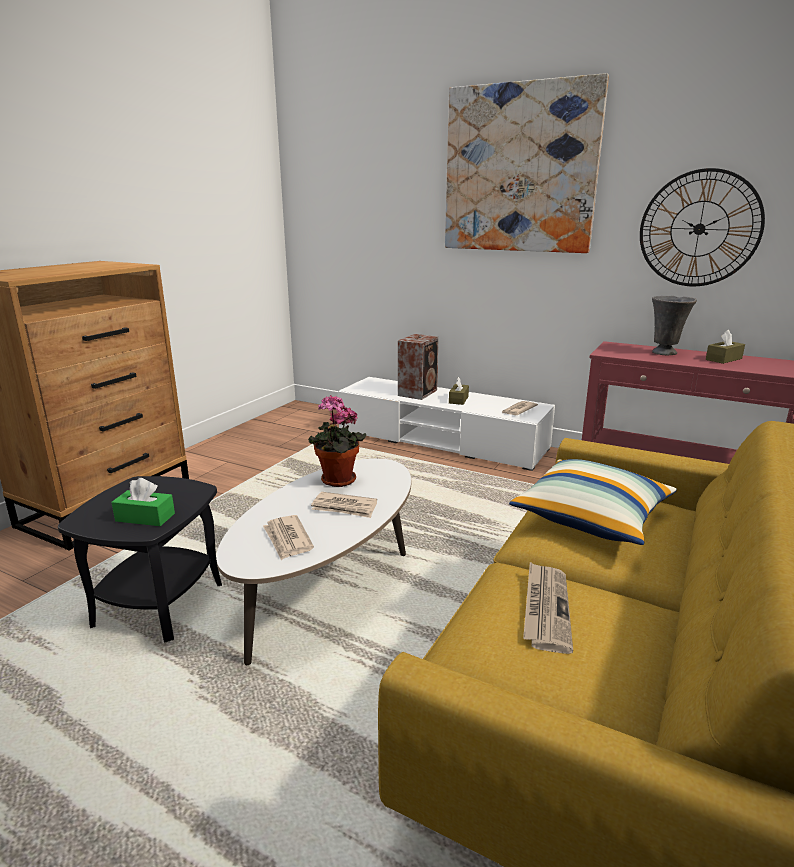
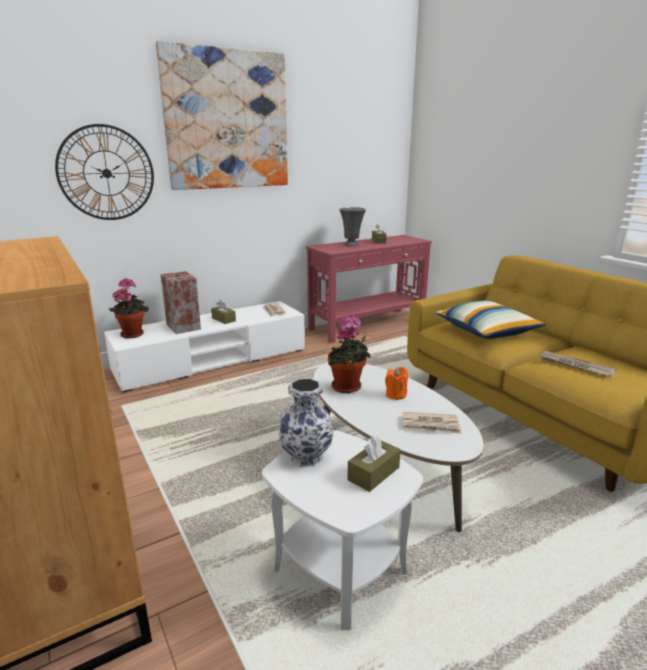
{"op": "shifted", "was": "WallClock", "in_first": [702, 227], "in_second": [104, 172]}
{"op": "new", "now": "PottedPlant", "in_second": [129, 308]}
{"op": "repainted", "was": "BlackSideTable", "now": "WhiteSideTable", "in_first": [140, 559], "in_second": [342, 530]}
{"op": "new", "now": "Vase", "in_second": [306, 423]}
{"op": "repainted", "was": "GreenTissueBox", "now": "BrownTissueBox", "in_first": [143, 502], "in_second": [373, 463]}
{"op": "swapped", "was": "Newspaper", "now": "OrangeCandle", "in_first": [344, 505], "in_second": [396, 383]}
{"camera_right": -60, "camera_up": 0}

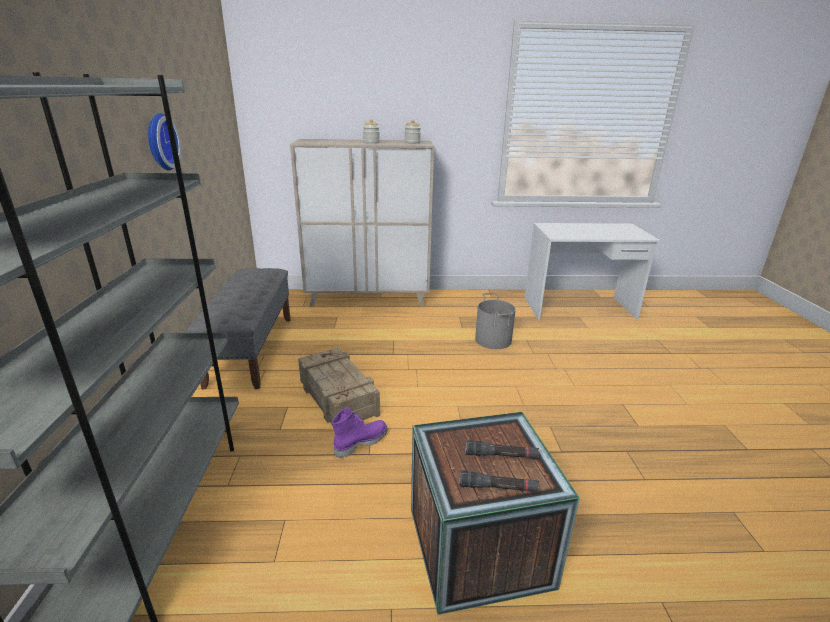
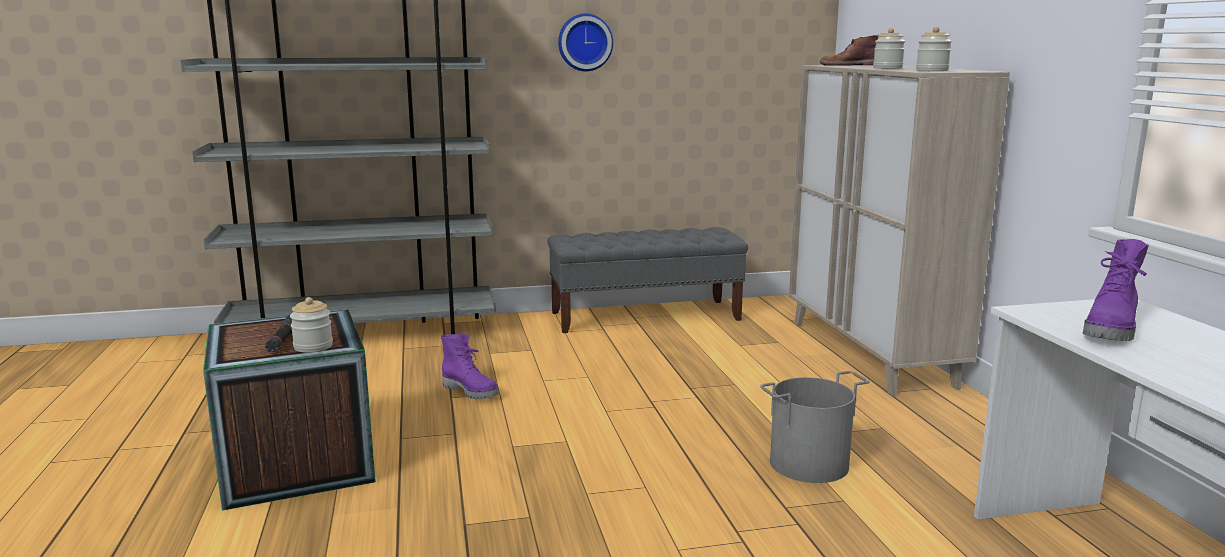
{"op": "new", "now": "Jar", "in_second": [311, 325]}
{"op": "new", "now": "BrownBoot", "in_second": [849, 50]}
{"op": "new", "now": "PurpleBoot", "in_second": [1116, 290]}
{"op": "gone", "was": "Crate", "in_first": [339, 386]}
{"op": "gone", "was": "BlackFlashlight", "in_first": [499, 481]}
{"camera_right": 80, "camera_up": -10}

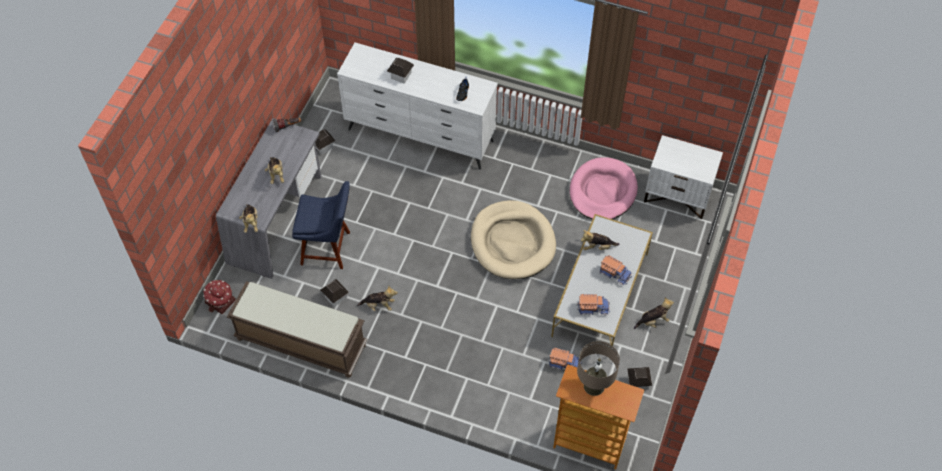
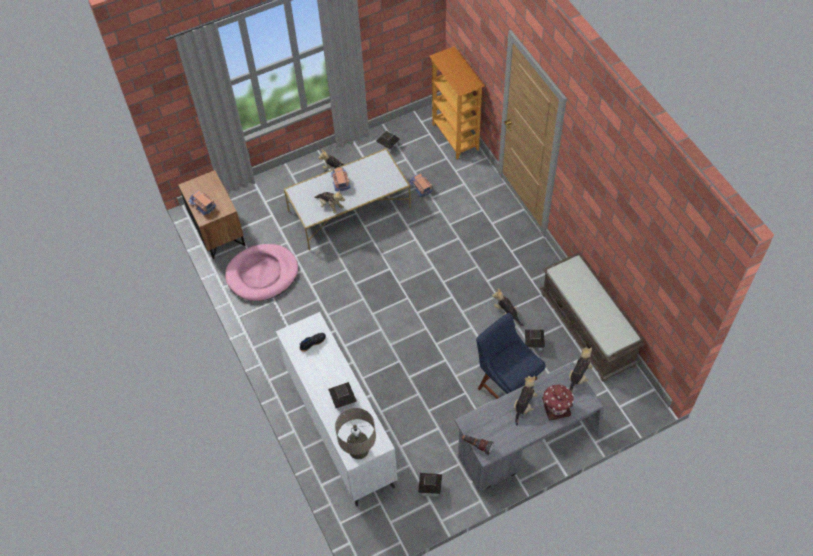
{"op": "repainted", "was": "WhiteNightstand", "now": "BrownNightstand", "in_first": [683, 177], "in_second": [211, 214]}
{"op": "shifted", "was": "ToyTruck", "in_first": [593, 304], "in_second": [202, 203]}
{"op": "shifted", "was": "BeigeTableLamp", "in_first": [598, 368], "in_second": [355, 433]}
{"op": "shifted", "was": "ToyHouse", "in_first": [219, 297], "in_second": [558, 402]}
{"op": "gone", "was": "BeigeDogBed", "in_first": [513, 239]}
{"camera_right": -135, "camera_up": 0}

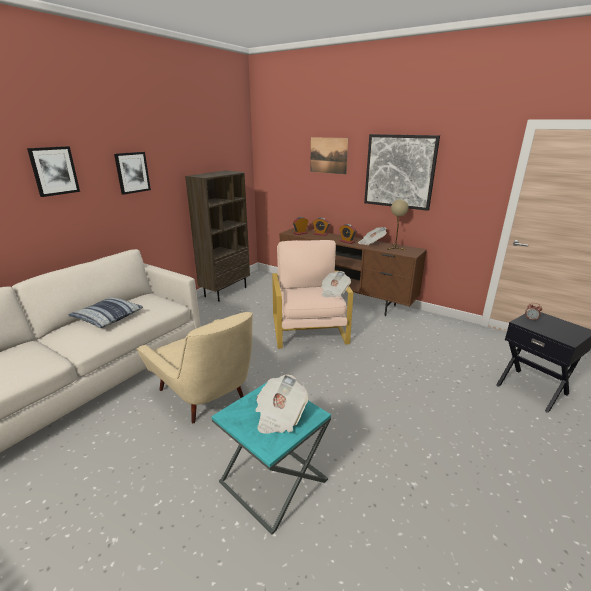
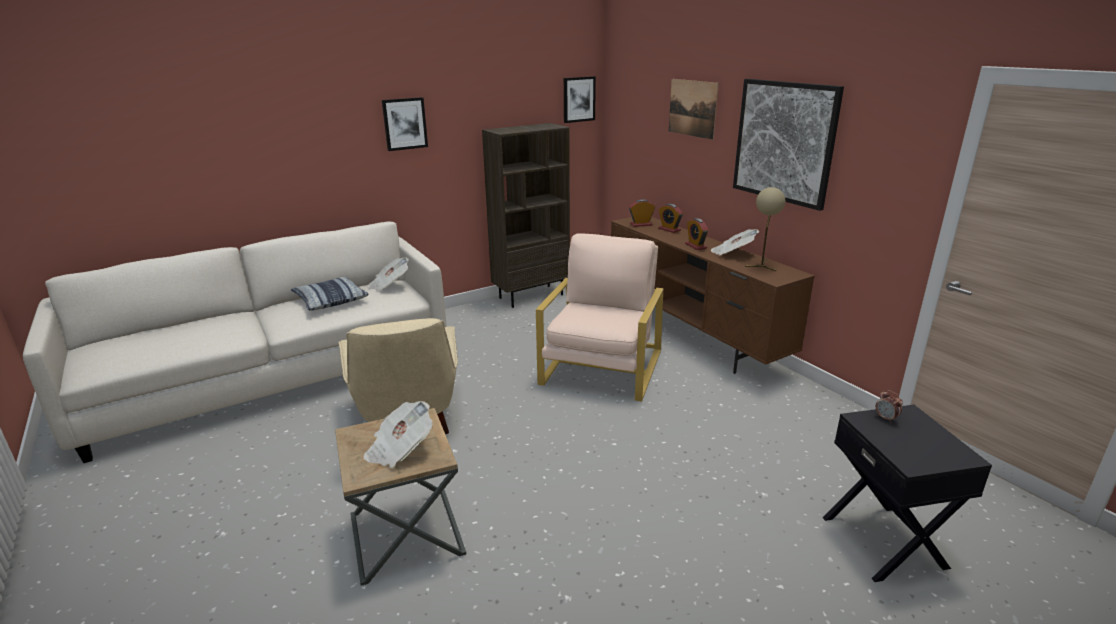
{"op": "repainted", "was": "TurquoiseSideTable", "now": "BrownSideTable", "in_first": [271, 458], "in_second": [400, 497]}
{"op": "shifted", "was": "Newspaper", "in_first": [336, 284], "in_second": [388, 274]}
{"op": "shifted", "was": "Picture", "in_first": [53, 171], "in_second": [580, 99]}
{"camera_right": 25, "camera_up": 0}

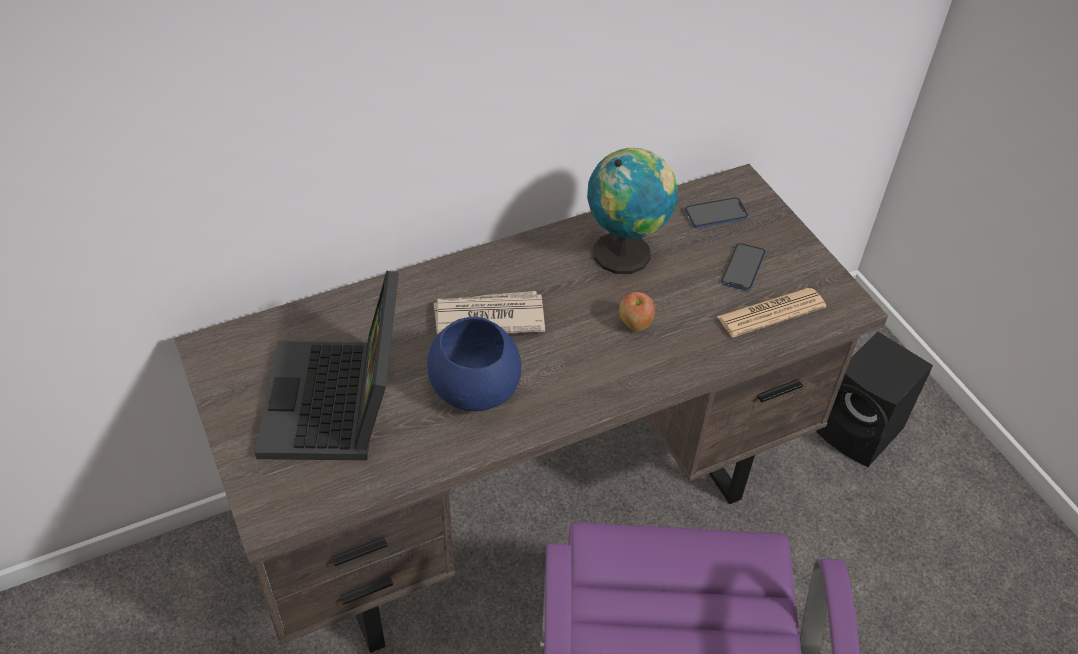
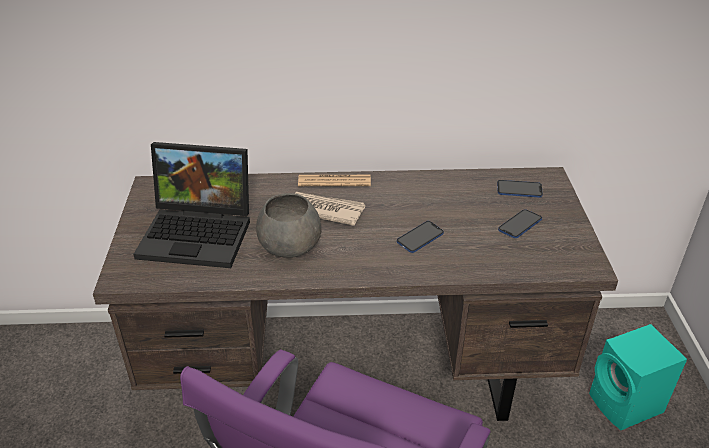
{"op": "rotated", "was": "Laptop", "in_first": [327, 365], "in_second": [192, 205], "clockwise": -105}
{"op": "repainted", "was": "BlueBowl", "now": "GreyBowl", "in_first": [474, 364], "in_second": [288, 225]}
{"op": "shifted", "was": "Newspaper", "in_first": [771, 313], "in_second": [334, 180]}
{"op": "swapped", "was": "Apple", "now": "Phone", "in_first": [637, 311], "in_second": [420, 237]}
{"op": "repainted", "was": "BlackSpeaker", "now": "TurquoiseSpeaker", "in_first": [874, 399], "in_second": [638, 377]}
{"op": "gone", "was": "Globe", "in_first": [632, 211]}
{"camera_right": 25, "camera_up": -10}

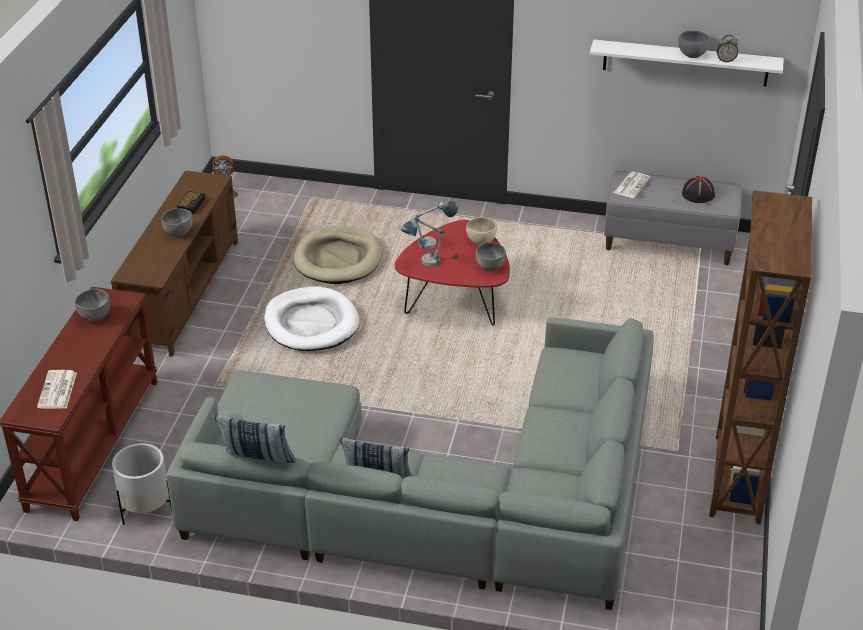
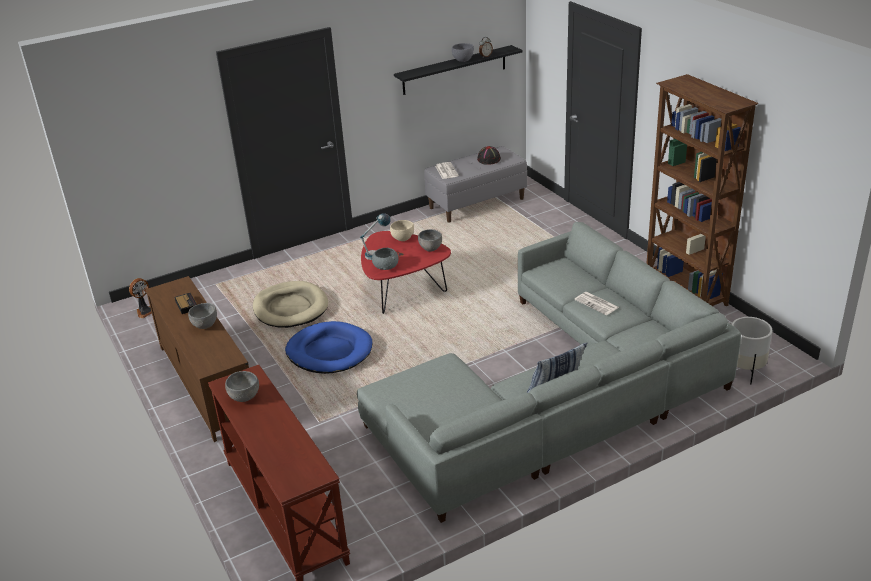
{"op": "repainted", "was": "WhiteDogBed", "now": "BlueDogBed", "in_first": [311, 319], "in_second": [328, 347]}
{"op": "swapped", "was": "TableLamp", "now": "GreyBowl", "in_first": [422, 241], "in_second": [385, 259]}
{"op": "repainted", "was": "WhiteShelf", "now": "BlackShelf", "in_first": [687, 62], "in_second": [458, 70]}
{"op": "shifted", "was": "Newspaper", "in_first": [57, 389], "in_second": [596, 303]}
{"op": "shifted", "was": "WhitePlanter", "in_first": [142, 484], "in_second": [751, 350]}
{"op": "gone", "was": "Pillow", "in_first": [254, 438]}
{"camera_right": -40, "camera_up": -5}

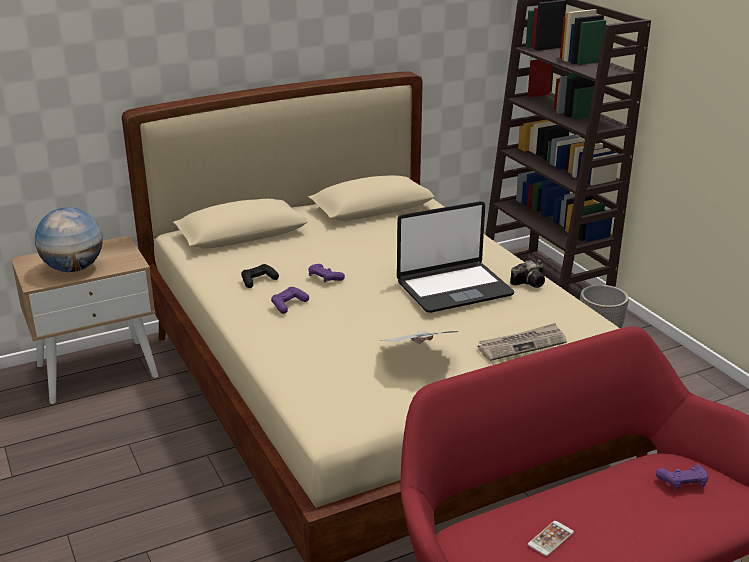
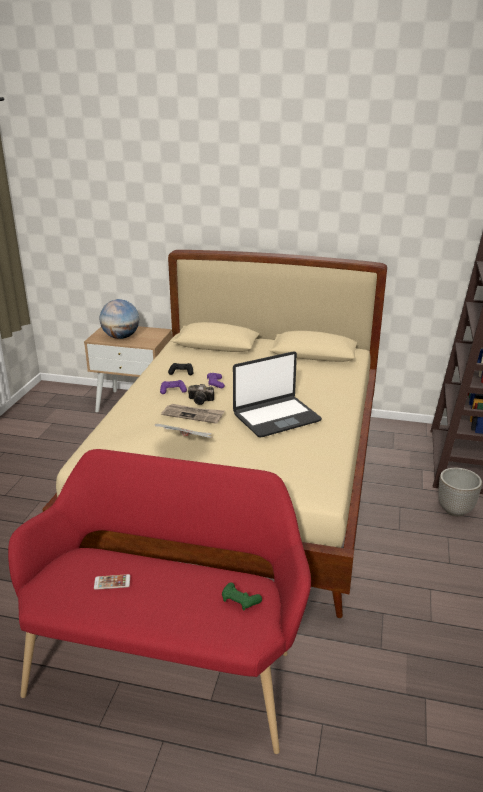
{"op": "shifted", "was": "Newspaper", "in_first": [522, 342], "in_second": [193, 414]}
{"op": "shifted", "was": "PhotoCamera", "in_first": [527, 274], "in_second": [201, 394]}
{"op": "repainted", "was": "PurpleGameController", "now": "GreenGameController", "in_first": [682, 477], "in_second": [242, 596]}
{"op": "rotated", "was": "Laptop", "in_first": [455, 257], "in_second": [277, 394], "clockwise": -45}
{"camera_right": 40, "camera_up": 0}

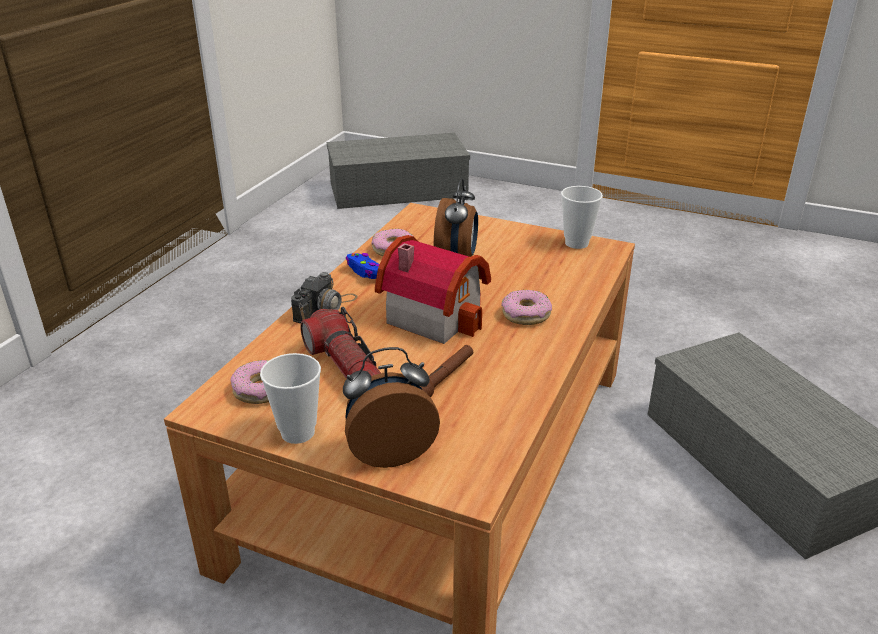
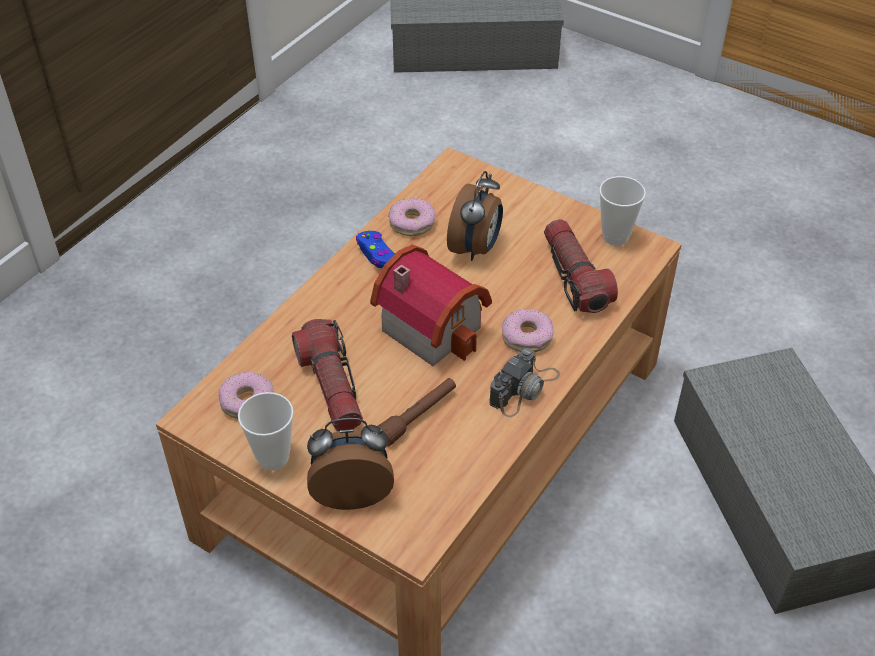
{"op": "shifted", "was": "PhotoCamera", "in_first": [324, 297], "in_second": [524, 382]}
{"op": "new", "now": "Flashlight", "in_second": [581, 266]}
{"camera_right": 10, "camera_up": 15}

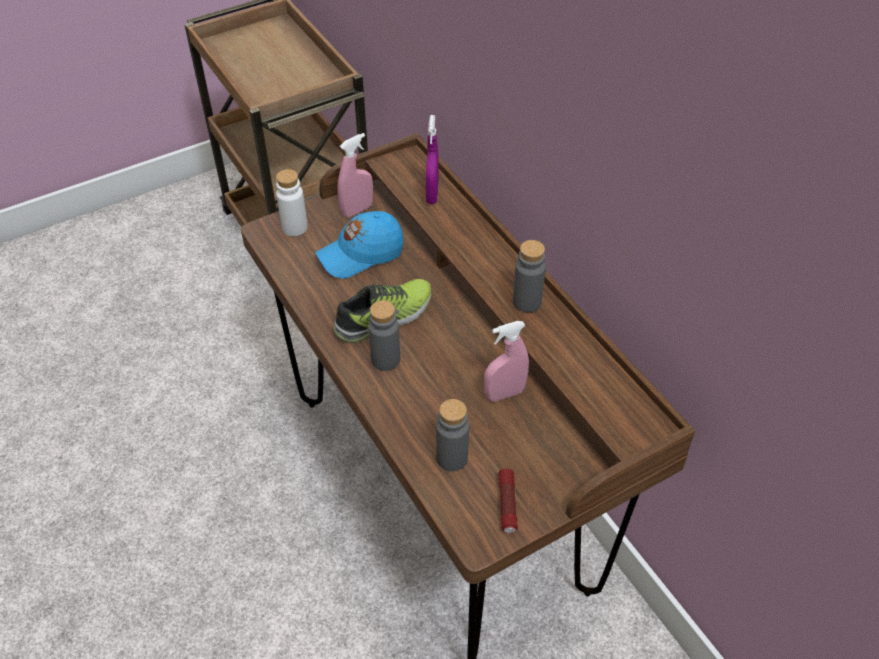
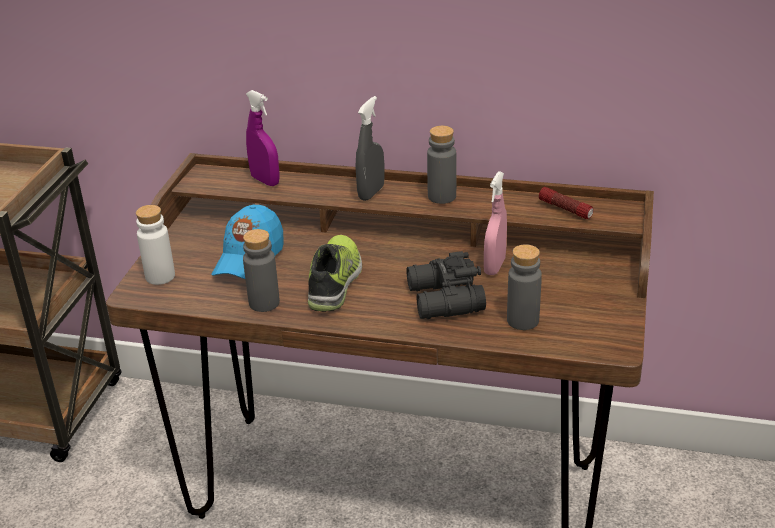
{"op": "shifted", "was": "GreyBottle", "in_first": [384, 335], "in_second": [261, 270]}
{"op": "new", "now": "GreySprayBottle", "in_second": [369, 148]}
{"op": "new", "now": "BlackBinoculars", "in_second": [446, 285]}
{"op": "shifted", "was": "Flashlight", "in_first": [508, 501], "in_second": [566, 203]}
{"op": "gone", "was": "PinkSprayBottle", "in_first": [355, 175]}
{"camera_right": -45, "camera_up": -15}

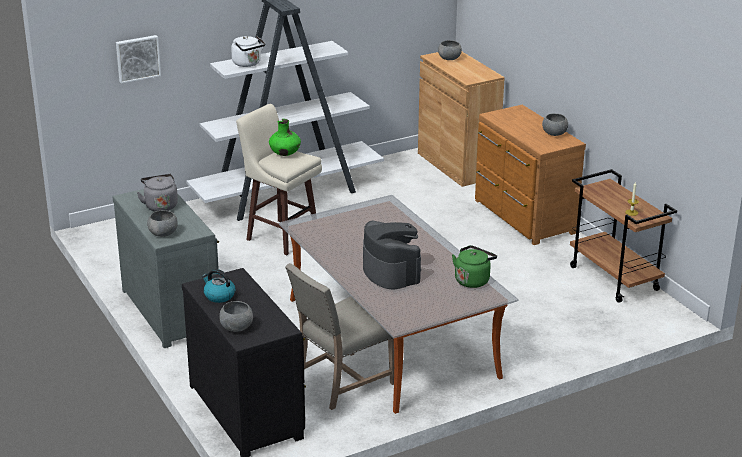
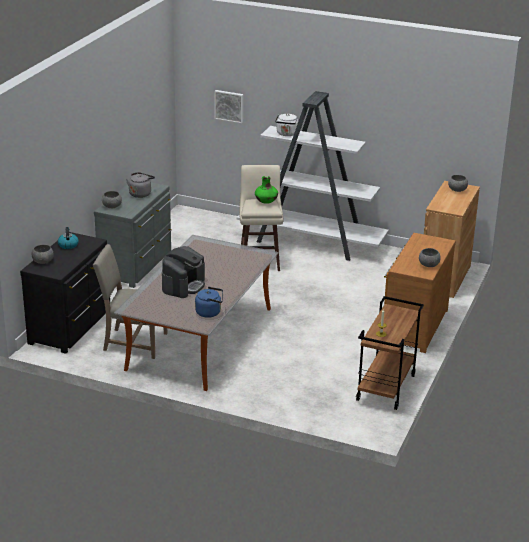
{"op": "repainted", "was": "GreenKettle", "now": "BlueKettle", "in_first": [474, 266], "in_second": [209, 302]}
{"camera_right": 50, "camera_up": 0}

